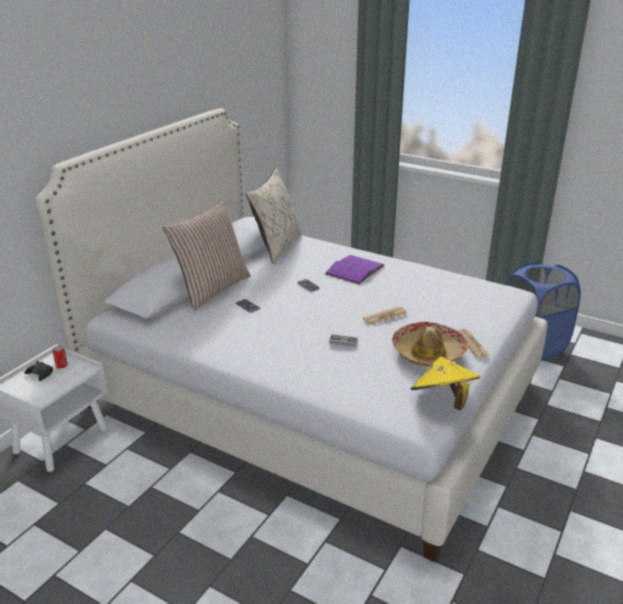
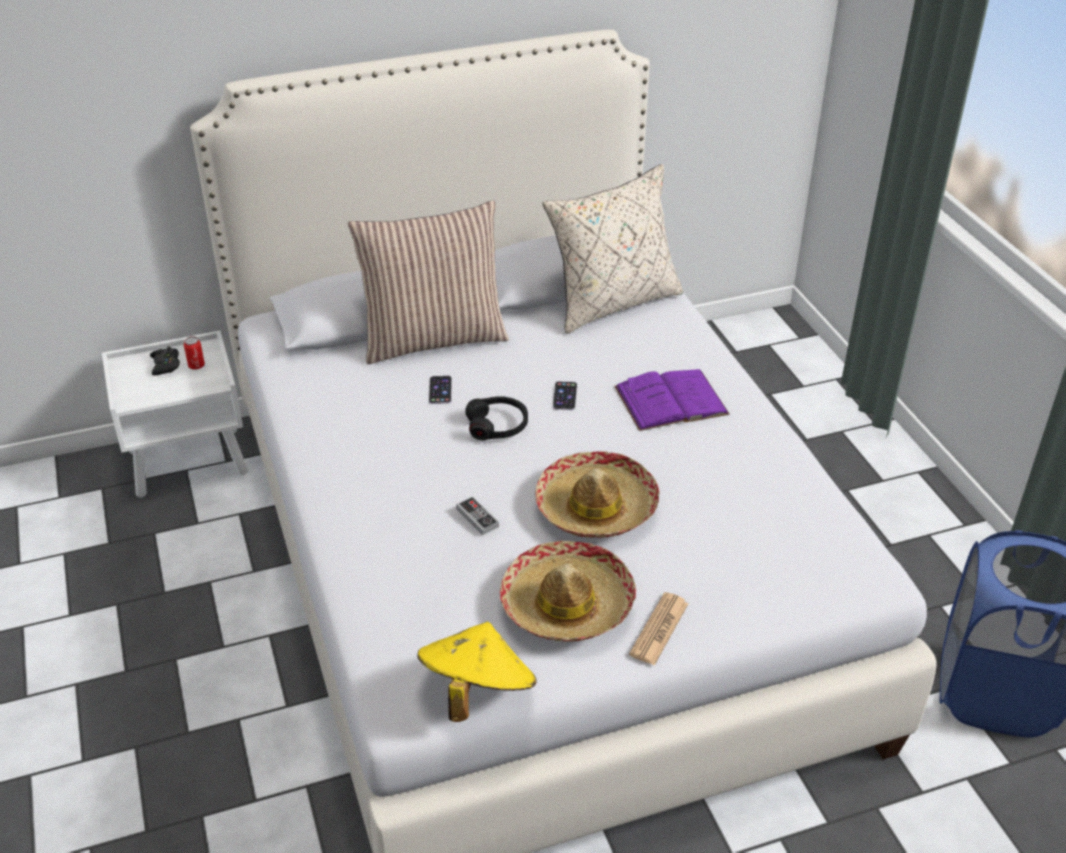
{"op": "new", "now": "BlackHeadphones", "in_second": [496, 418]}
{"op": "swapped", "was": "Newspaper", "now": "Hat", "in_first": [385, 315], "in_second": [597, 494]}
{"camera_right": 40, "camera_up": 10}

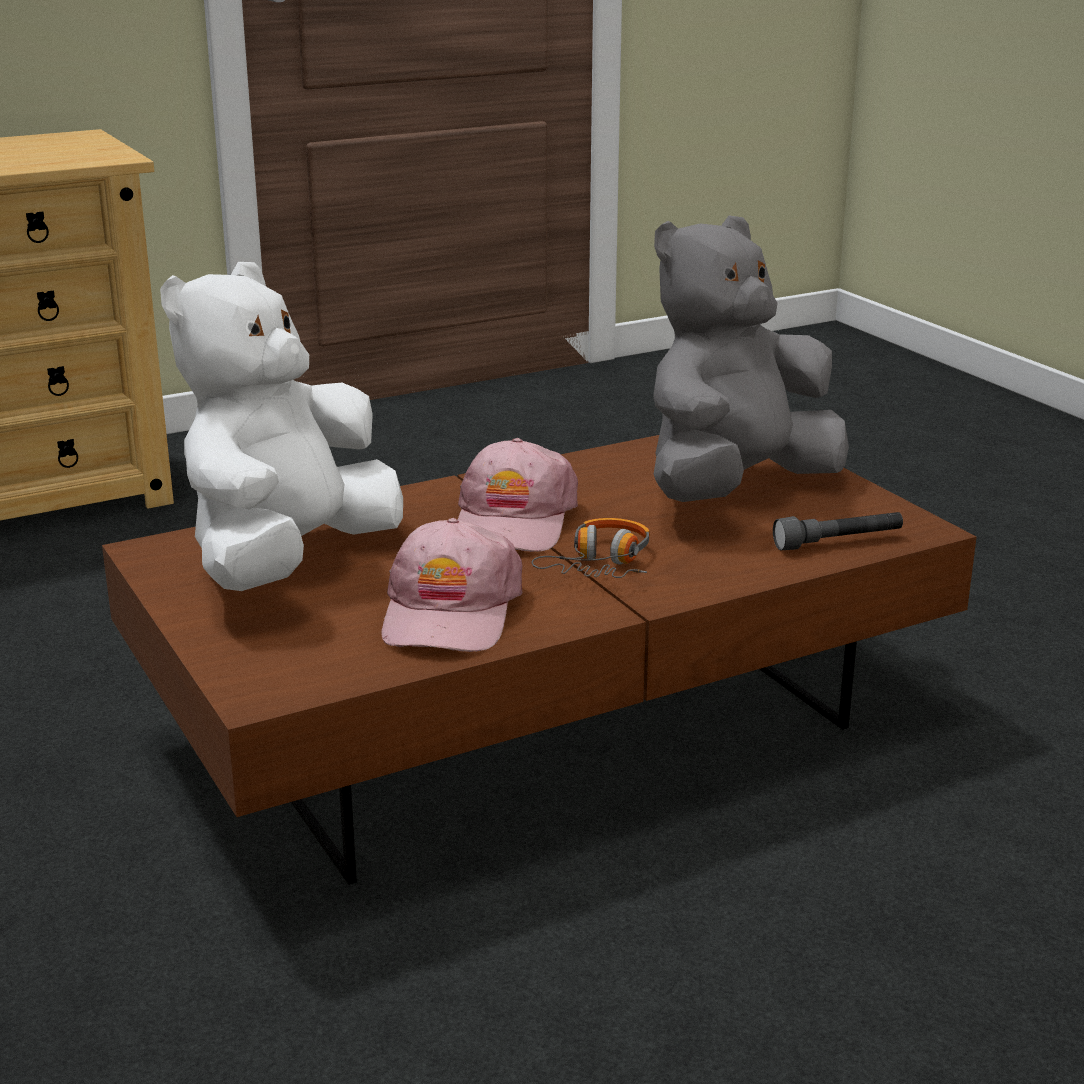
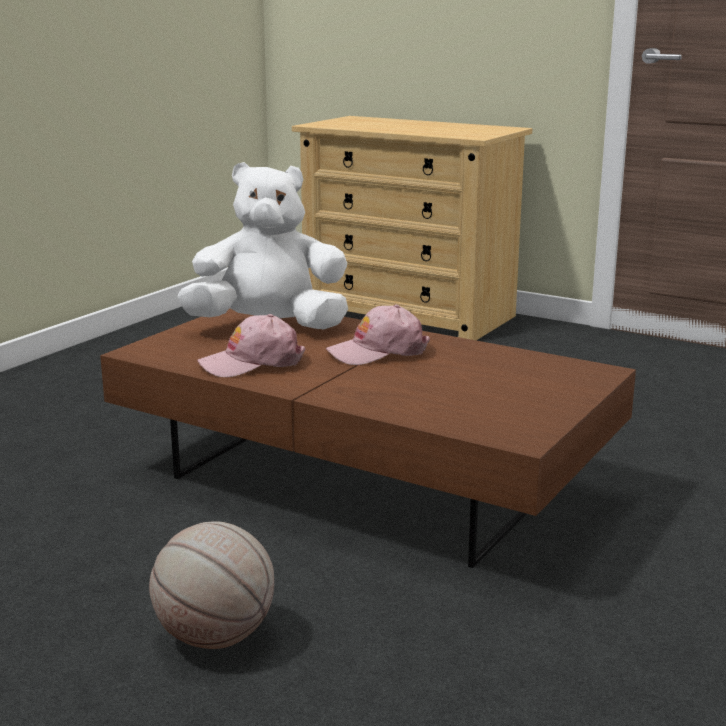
{"op": "new", "now": "Basketball", "in_second": [211, 585]}
{"op": "gone", "was": "Headphones", "in_first": [591, 548]}
{"op": "gone", "was": "GreyPlushToy", "in_first": [751, 359]}
{"op": "gone", "was": "GreyFlashlight", "in_first": [838, 531]}
{"camera_right": 60, "camera_up": -5}

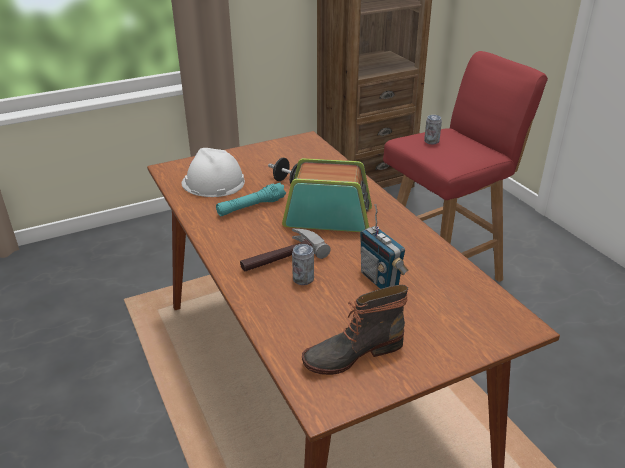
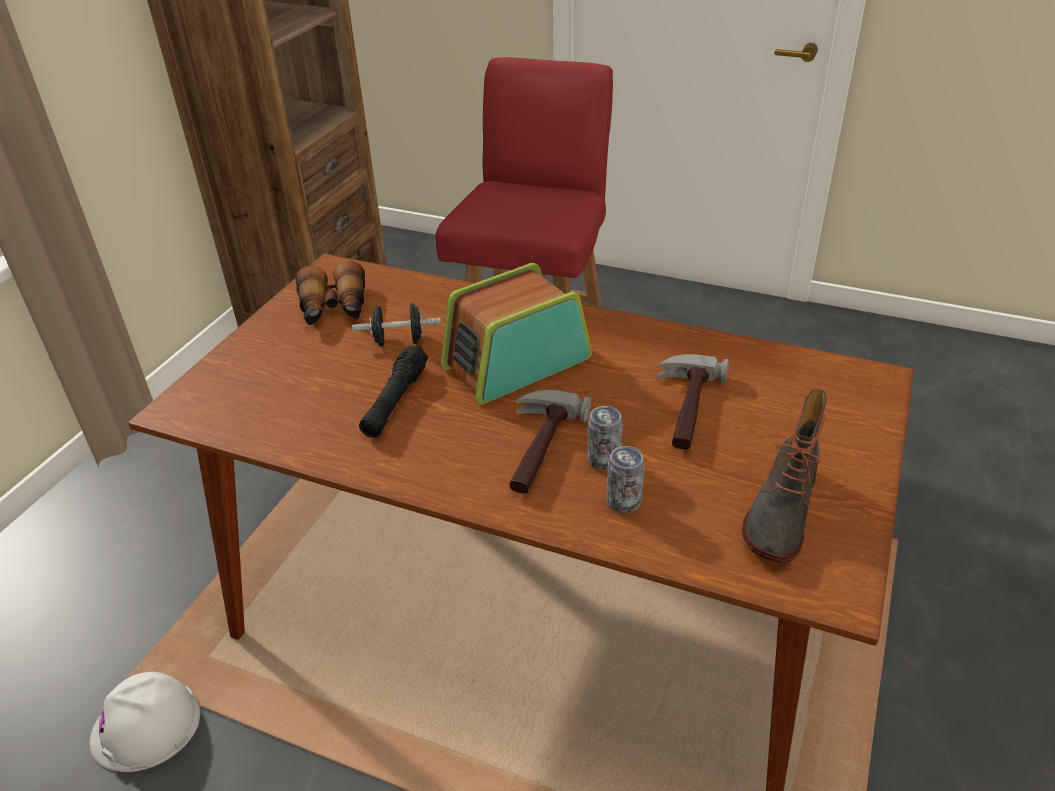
{"op": "shifted", "was": "WhiteHardHat", "in_first": [213, 172], "in_second": [145, 722]}
{"op": "new", "now": "Binoculars", "in_second": [330, 293]}
{"op": "repainted", "was": "TurquoiseFlashlight", "now": "BlackFlashlight", "in_first": [251, 199], "in_second": [393, 391]}
{"op": "shifted", "was": "Can", "in_first": [433, 129], "in_second": [626, 479]}
{"op": "swapped", "was": "Radio", "now": "Hammer", "in_first": [384, 246], "in_second": [693, 402]}
{"camera_right": -40, "camera_up": 5}

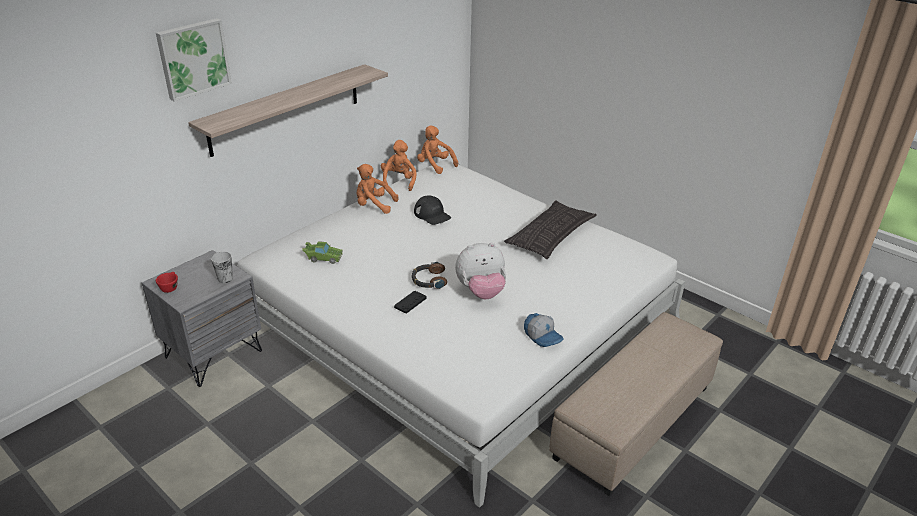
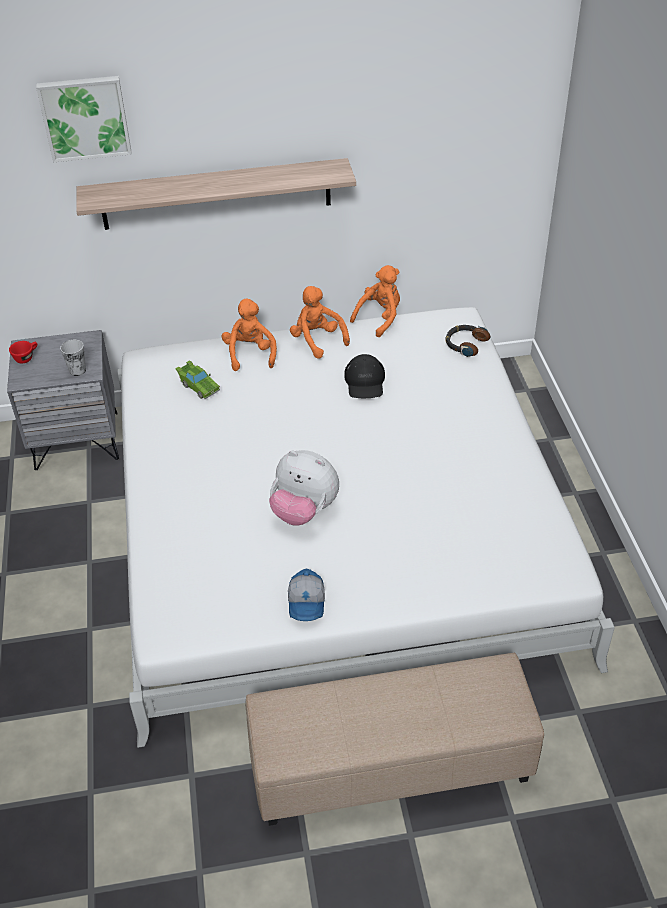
{"op": "shifted", "was": "OrangePlushToy", "in_first": [437, 149], "in_second": [249, 335]}
{"op": "shifted", "was": "Headphones", "in_first": [429, 275], "in_second": [468, 341]}
{"op": "gone", "was": "BlackGameController", "in_first": [410, 302]}
{"op": "gone", "was": "Pillow", "in_first": [550, 229]}
{"camera_right": 40, "camera_up": 10}

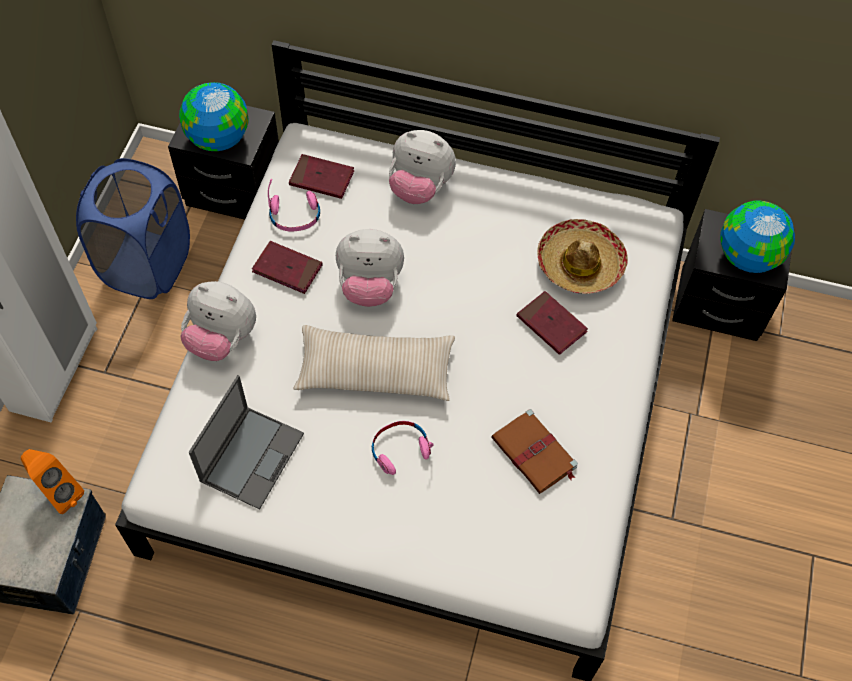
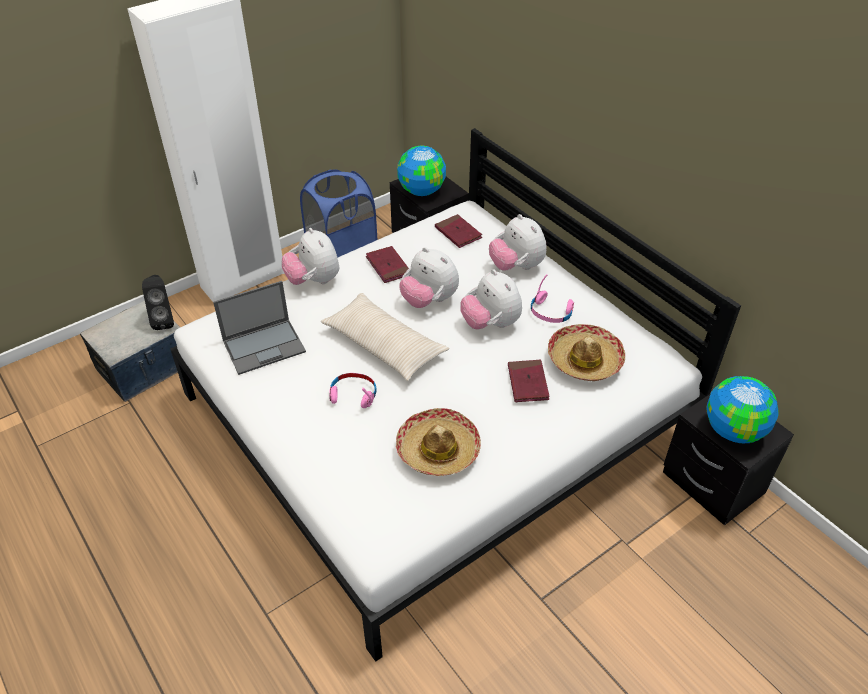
{"op": "repainted", "was": "OrangeSpeaker", "now": "BlackSpeaker", "in_first": [52, 481], "in_second": [158, 302]}
{"op": "swapped", "was": "BrownBook", "now": "Hat", "in_first": [534, 451], "in_second": [438, 442]}
{"op": "new", "now": "PlushToy", "in_second": [491, 299]}
{"op": "shifted", "was": "PinkHeadphones", "in_first": [294, 205], "in_second": [552, 298]}
{"camera_right": 40, "camera_up": -15}

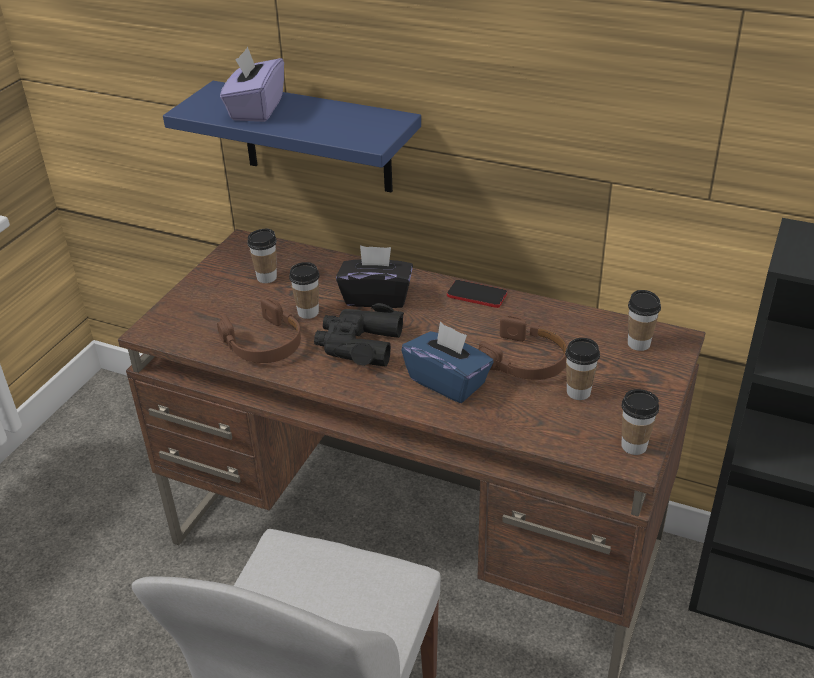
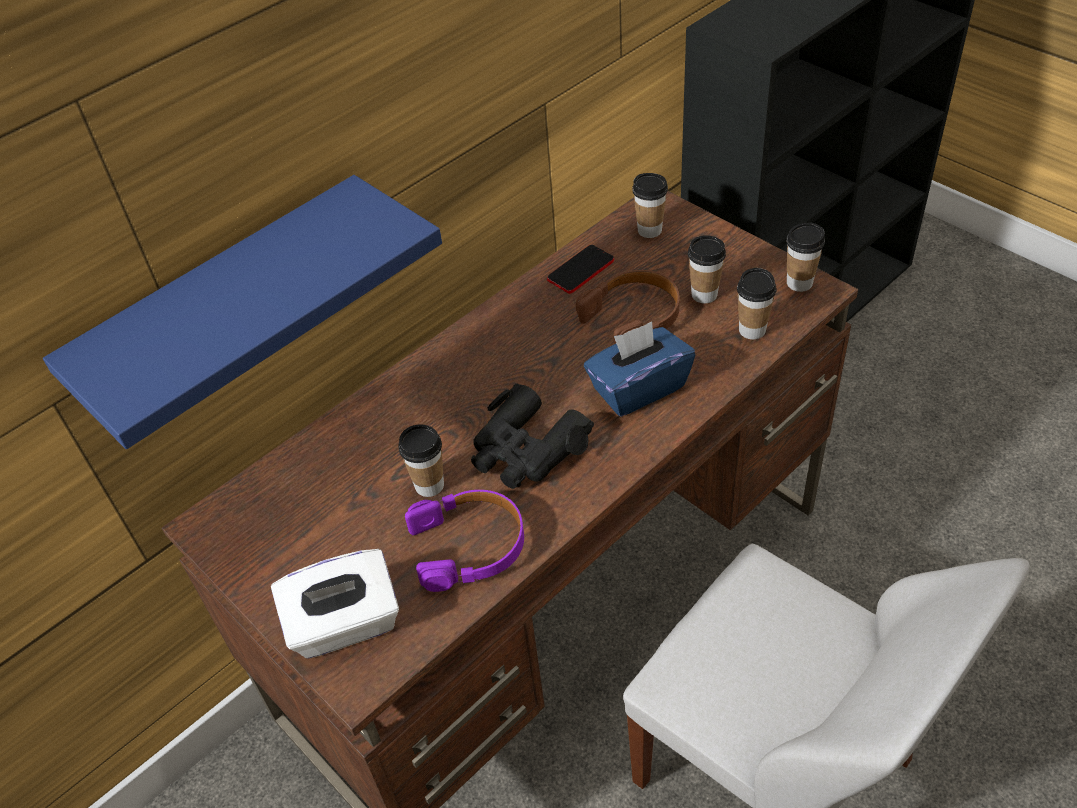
{"op": "new", "now": "WhiteTissueBox", "in_second": [335, 604]}
{"op": "repainted", "was": "BrownHeadphones", "now": "PurpleHeadphones", "in_first": [259, 330], "in_second": [464, 541]}
{"op": "shifted", "was": "Phone", "in_first": [477, 294], "in_second": [580, 269]}
{"op": "shifted", "was": "Cup", "in_first": [262, 256], "in_second": [756, 304]}
{"op": "gone", "was": "PurpleTissueBox", "in_first": [252, 84]}
{"op": "gone", "was": "BlackTissueBox", "in_first": [374, 276]}
{"camera_right": -65, "camera_up": 10}

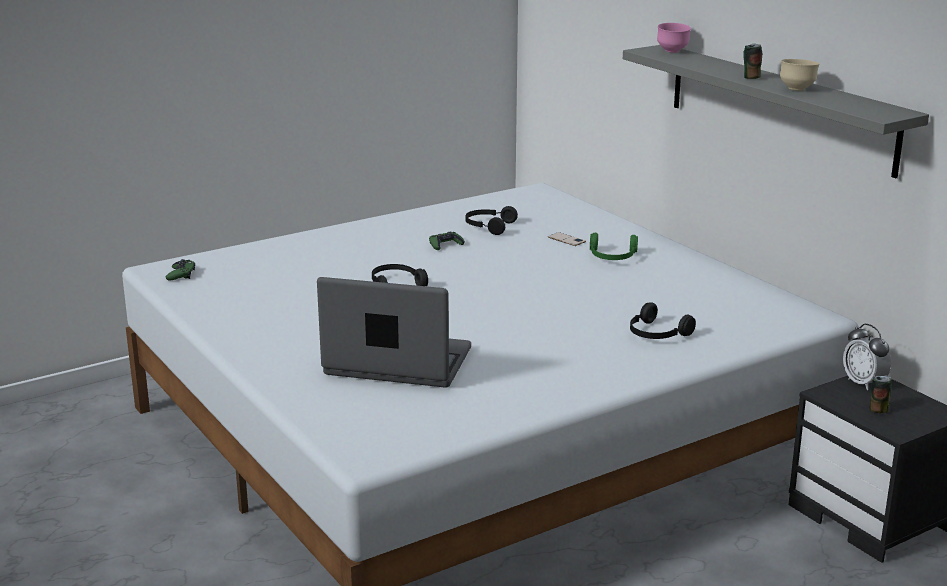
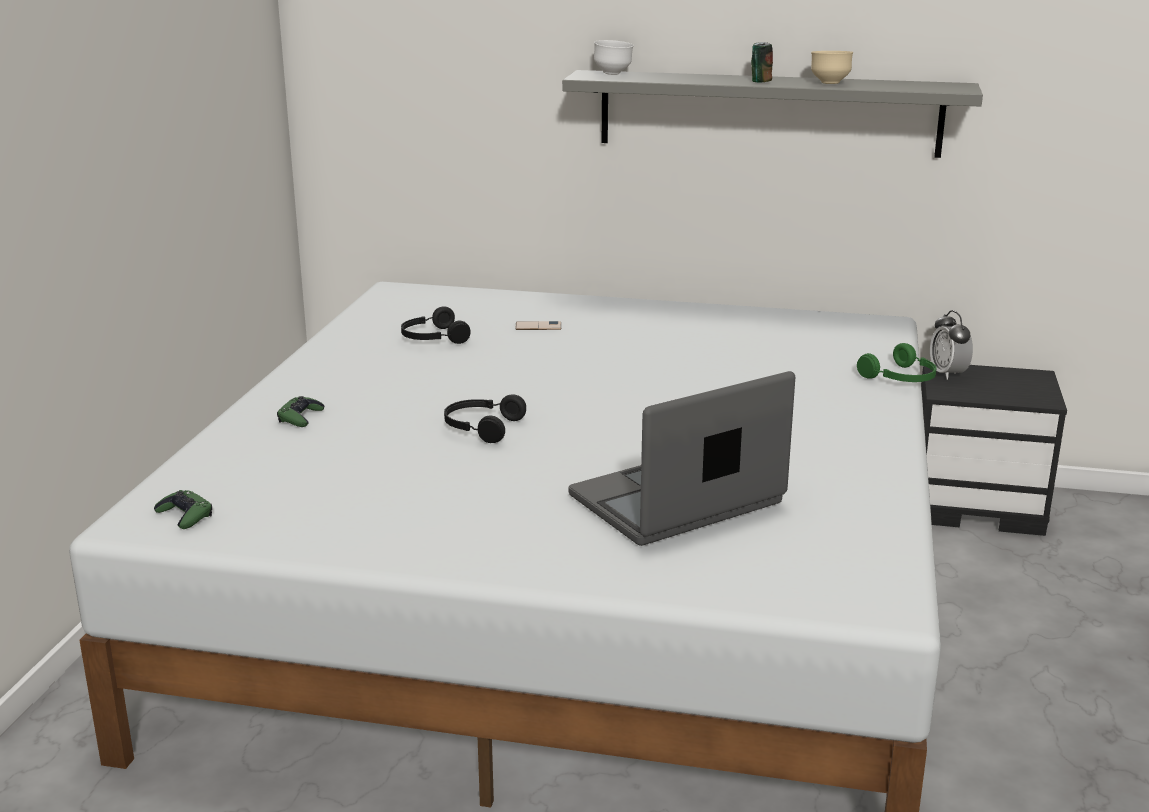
{"op": "shifted", "was": "GreenGameController", "in_first": [447, 241], "in_second": [301, 411]}
{"op": "repainted", "was": "PinkBowl", "now": "WhiteBowl", "in_first": [674, 38], "in_second": [614, 57]}
{"op": "shifted", "was": "GreenHeadphones", "in_first": [614, 246], "in_second": [896, 362]}
{"op": "rotated", "was": "AlarmClock", "in_first": [867, 357], "in_second": [951, 345], "clockwise": 60}
{"op": "gone", "was": "BlackHeadphones", "in_first": [663, 320]}
{"op": "gone", "was": "Can", "in_first": [880, 394]}
{"camera_right": -45, "camera_up": 0}

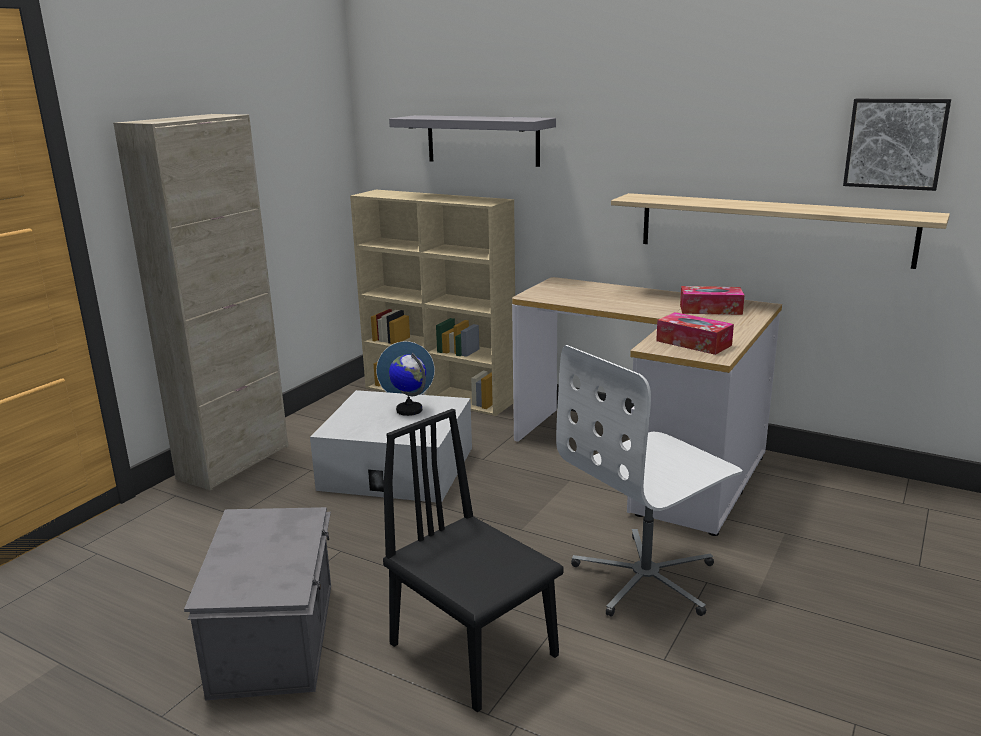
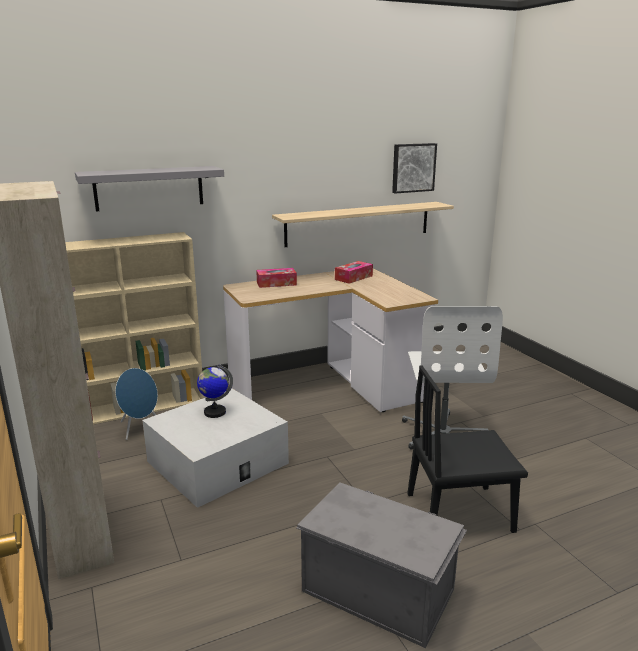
{"op": "shifted", "was": "TissueBox", "in_first": [695, 333], "in_second": [276, 278]}
{"camera_right": -55, "camera_up": 0}

